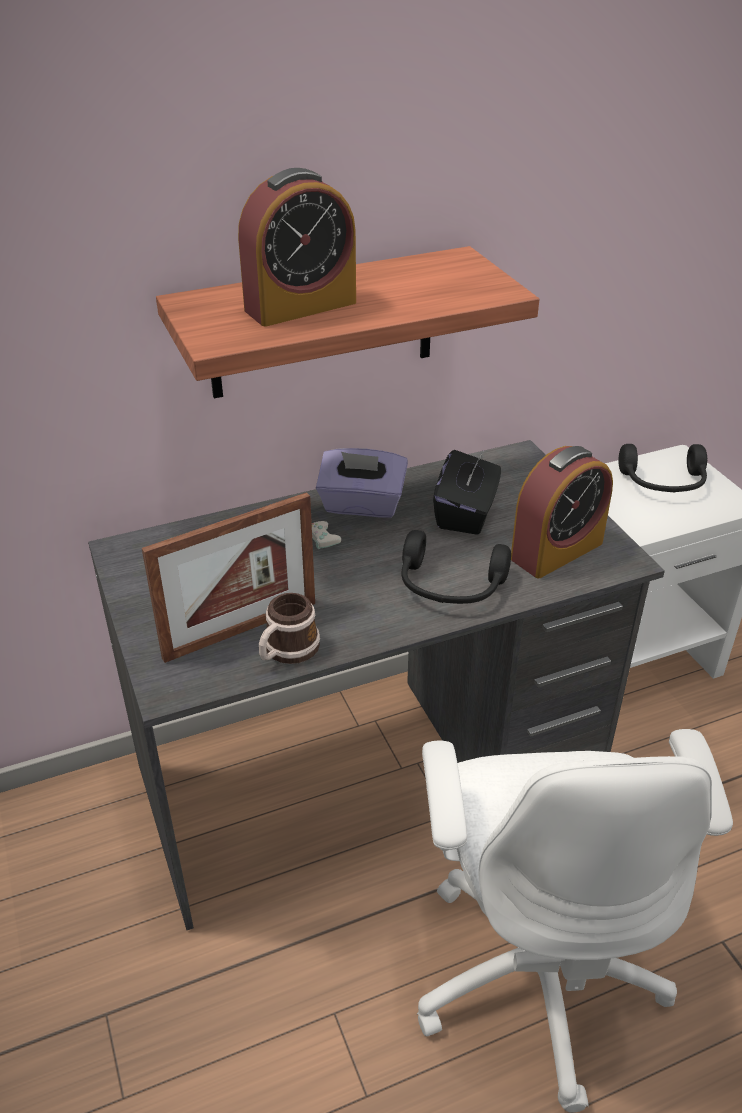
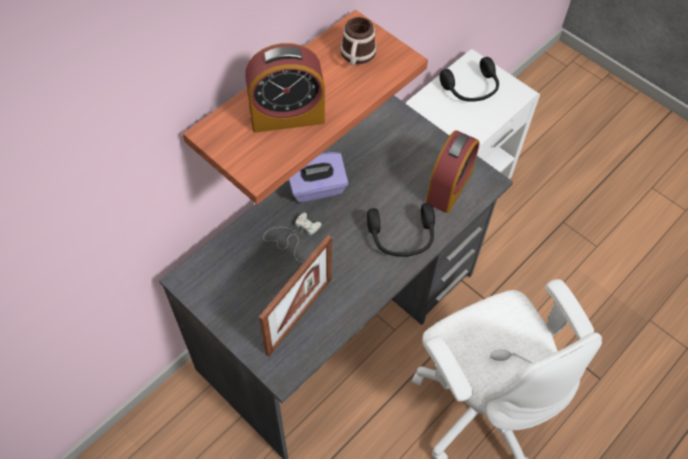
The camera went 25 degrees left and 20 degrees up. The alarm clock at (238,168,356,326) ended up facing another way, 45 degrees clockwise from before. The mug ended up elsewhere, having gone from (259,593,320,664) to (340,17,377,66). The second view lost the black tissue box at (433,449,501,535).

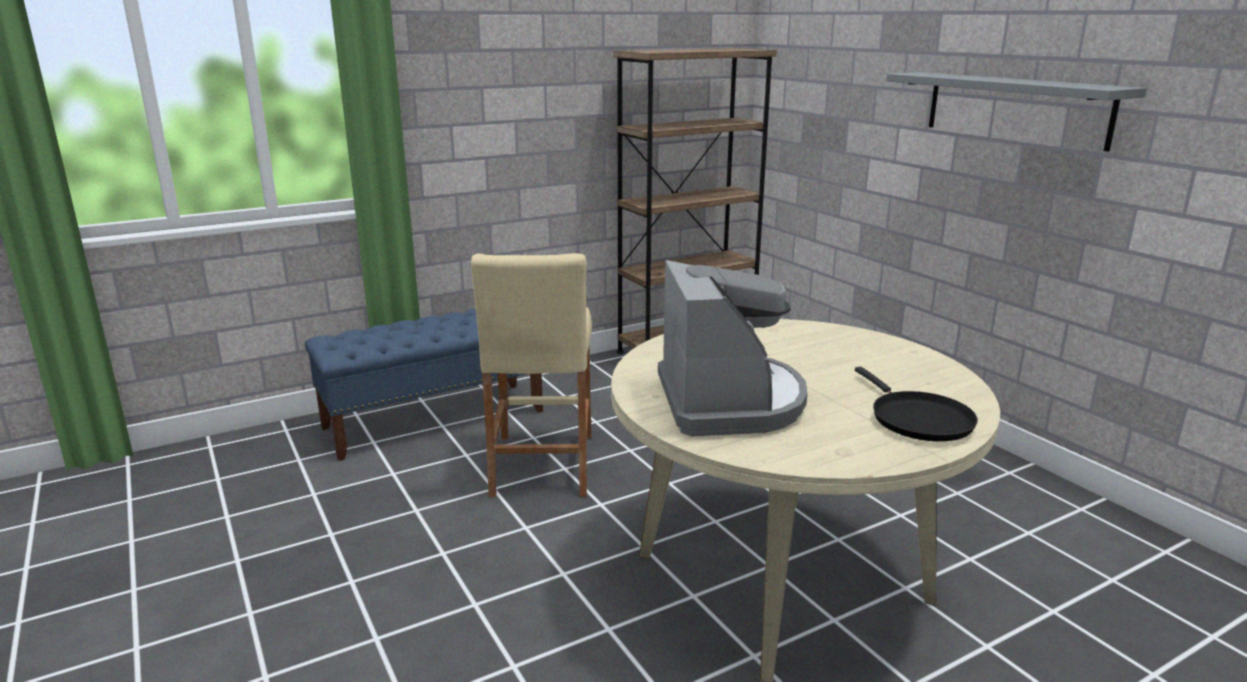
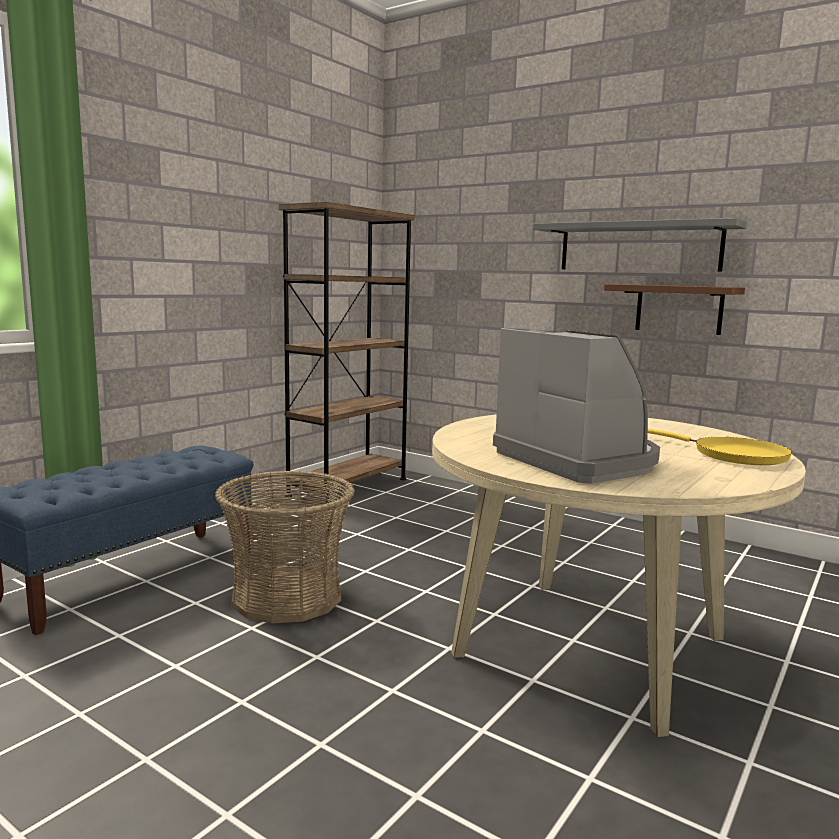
The camera went 25 degrees left and 10 degrees down. Where the beige stool stood at (471,253,592,498), the basket came to stand at (215,470,355,624). The second view gained the brown shelf at (604,284,745,335). What was the black frying pan at (855,367,978,441) turned into the yellow frying pan at (648,428,793,465).

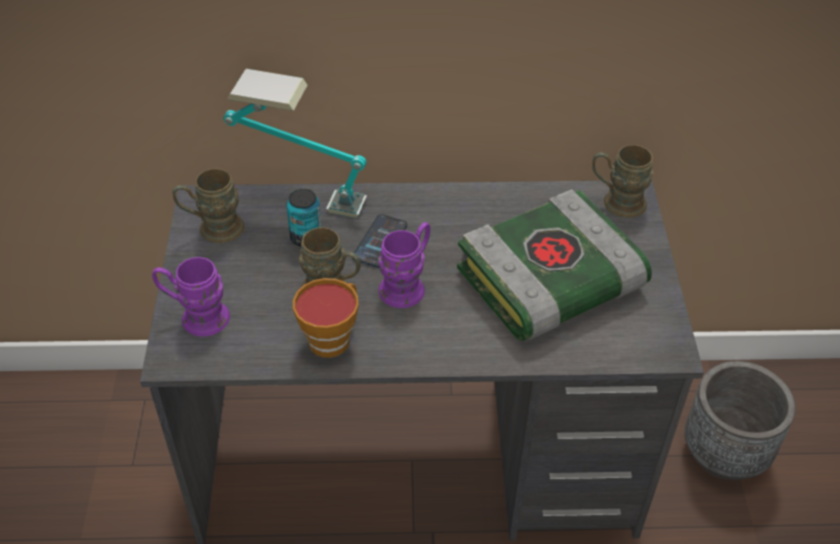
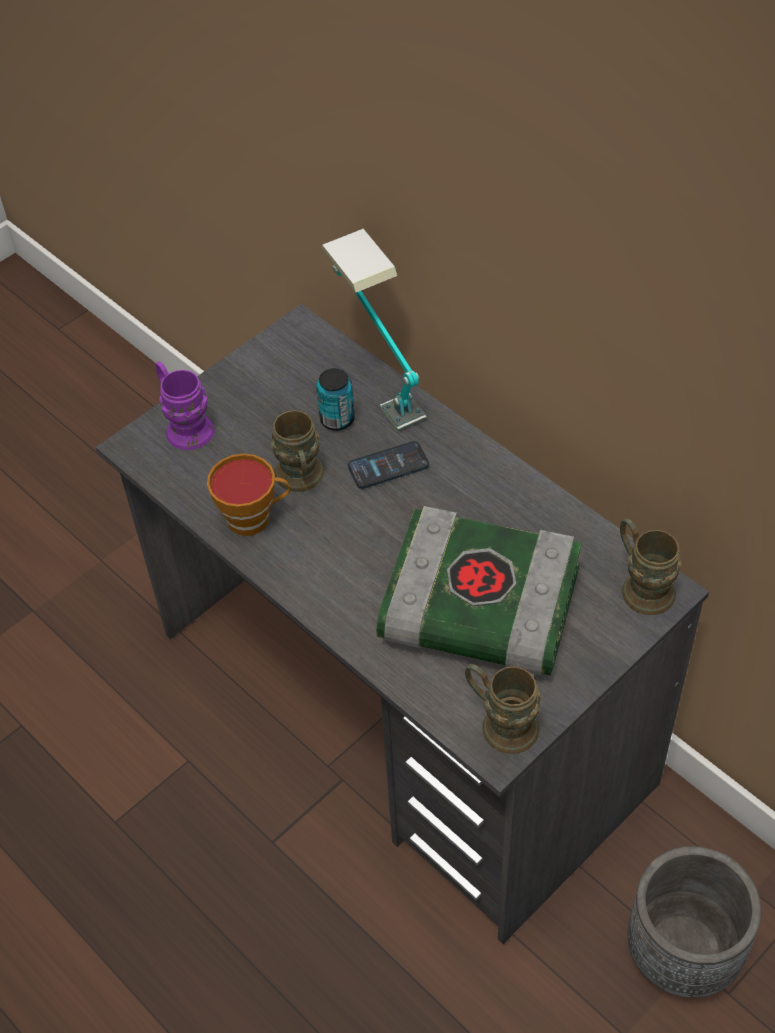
The camera went 50 degrees right and 5 degrees up. The brown mug ended up elsewhere, having gone from (172,168,244,243) to (465,664,541,754). The second view lost the purple mug at (378,222,430,308).

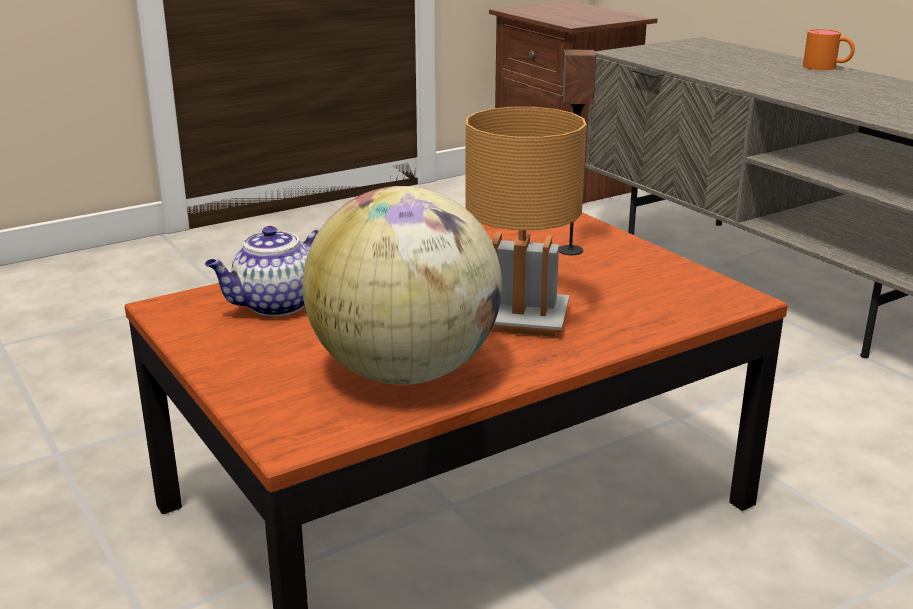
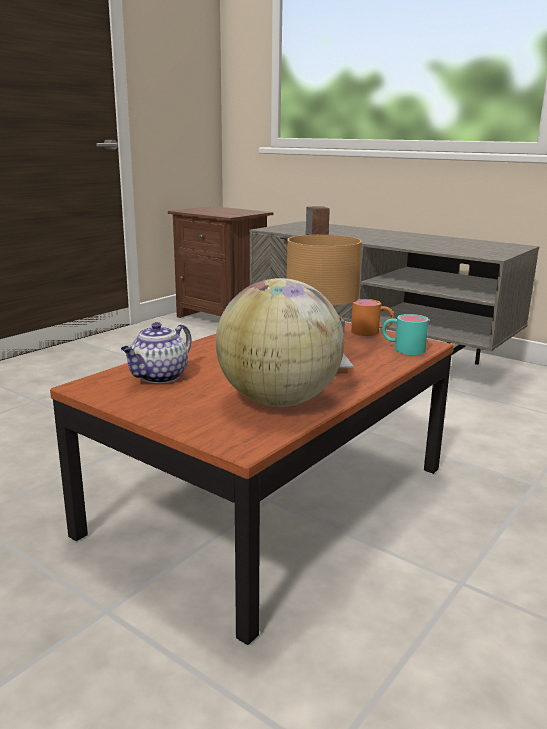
The camera went 20 degrees left and 5 degrees down. The orange mug ended up elsewhere, having gone from (803,29,855,70) to (351,299,394,336). The second view gained the turquoise mug at (382,314,429,355).

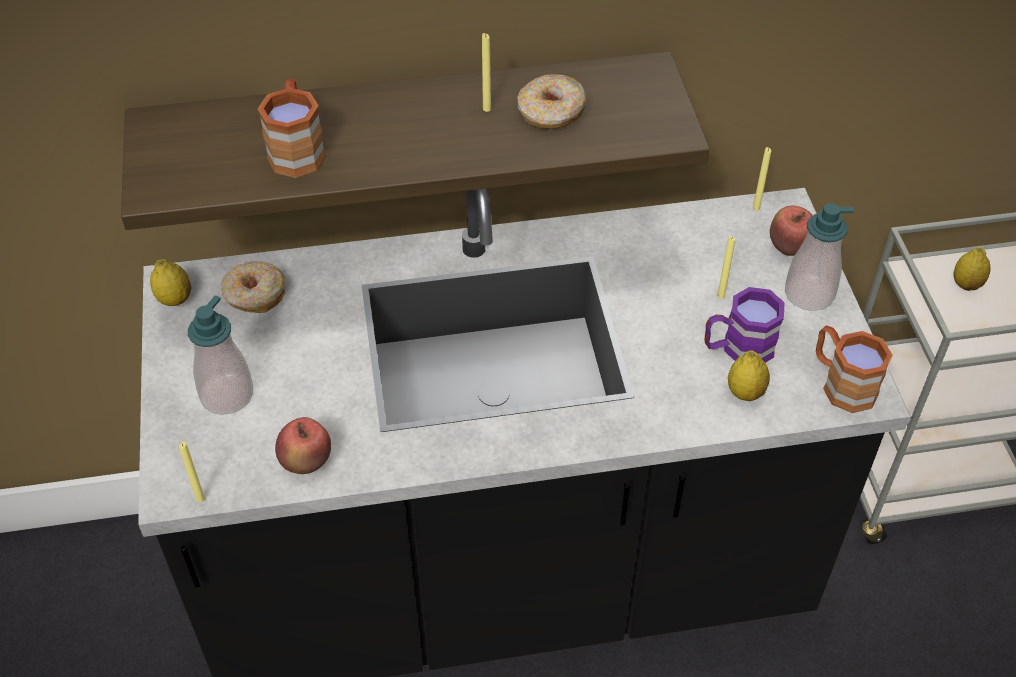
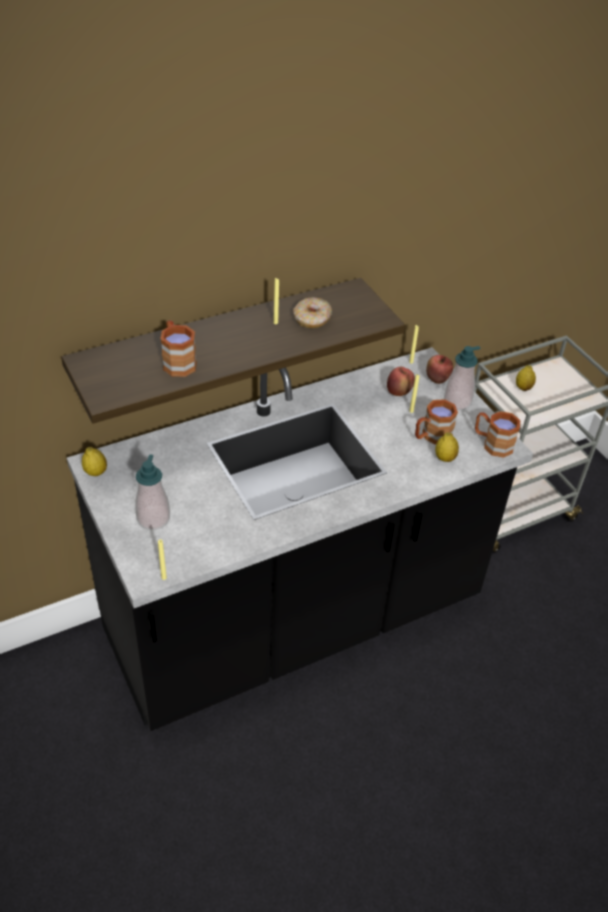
The camera went 20 degrees left and 5 degrees down. The apple ended up elsewhere, having gone from (275,417,331,474) to (387,367,415,396). What was the purple mug at (704,287,785,363) turned into the brown mug at (415,399,458,445). The second view lost the donut at (221,261,286,313).

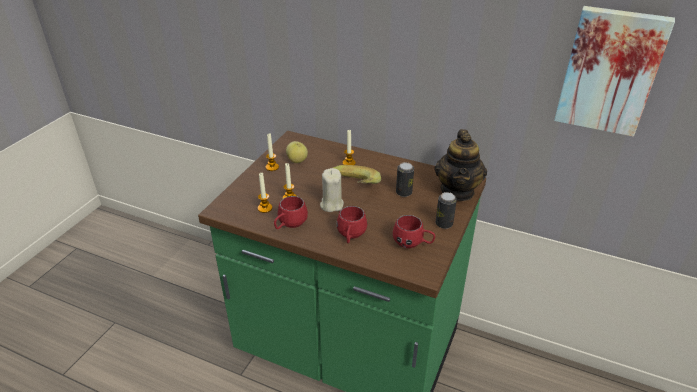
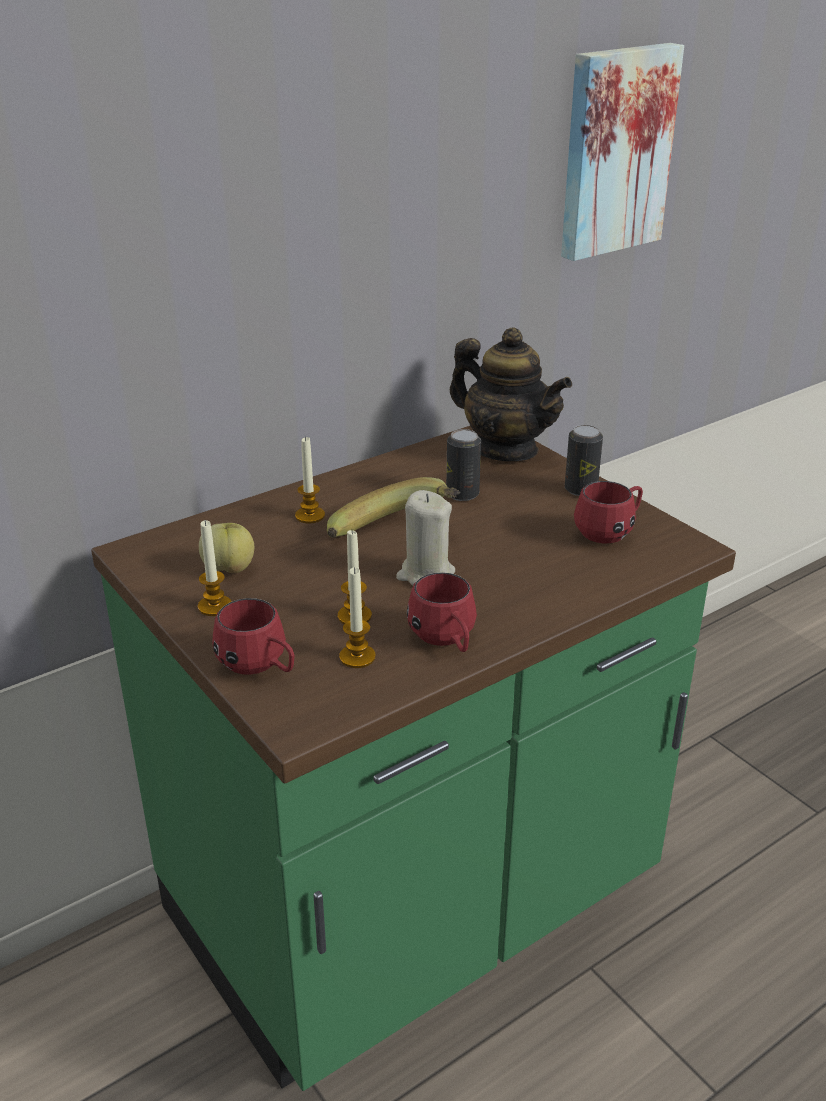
The camera went 60 degrees left and 5 degrees down. The red mug ended up elsewhere, having gone from (336,206,367,243) to (212,598,294,675).

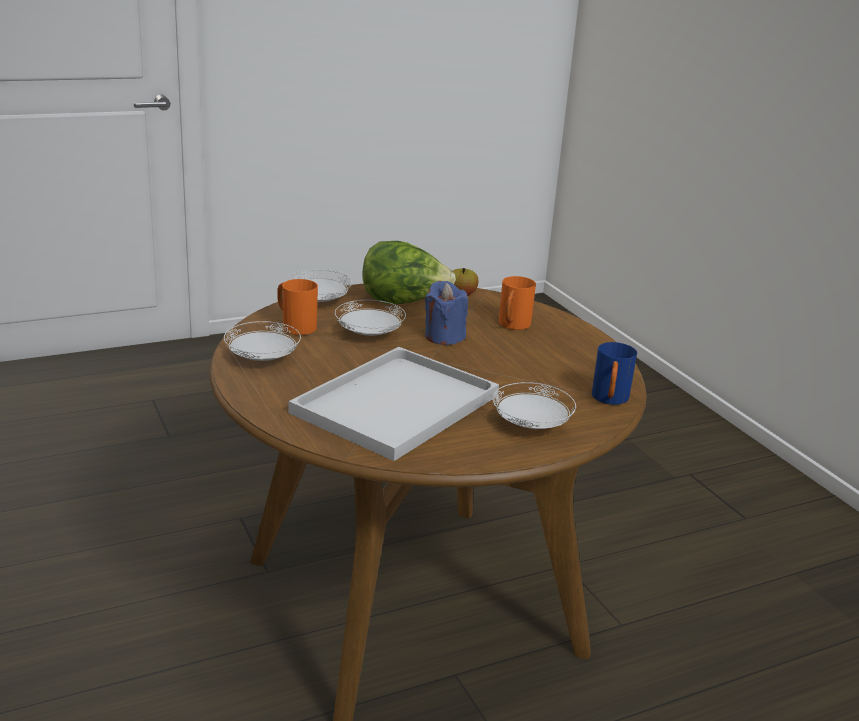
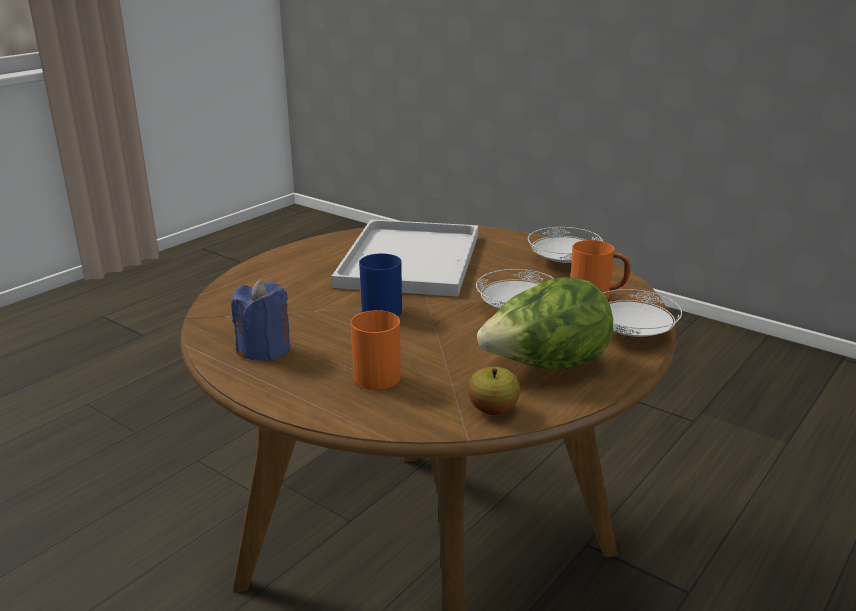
The camera went 155 degrees right and 0 degrees up. The blue candle ended up elsewhere, having gone from (425,281,468,345) to (231,279,291,361). The blue mug ended up elsewhere, having gone from (592,342,637,405) to (359,253,402,316). The second view lost the white plate at (492,382,576,429).

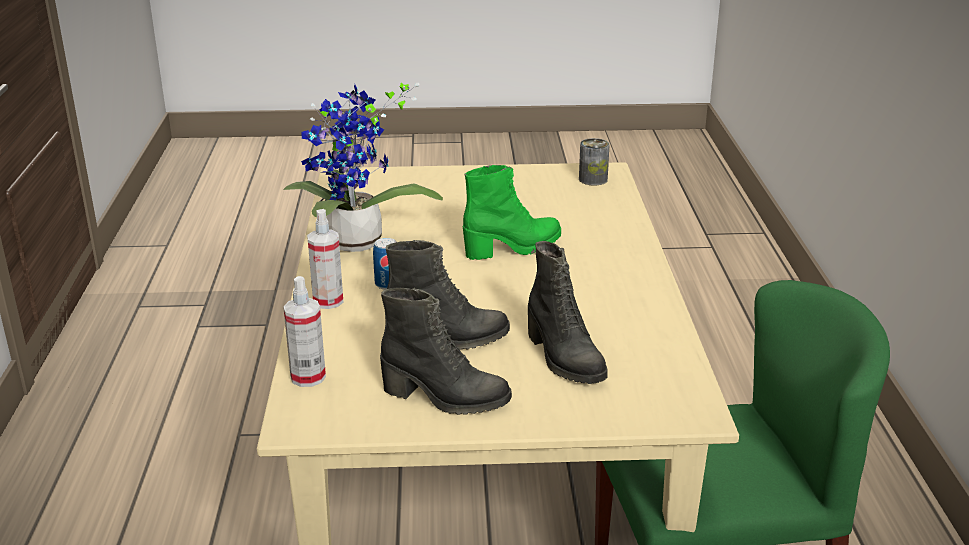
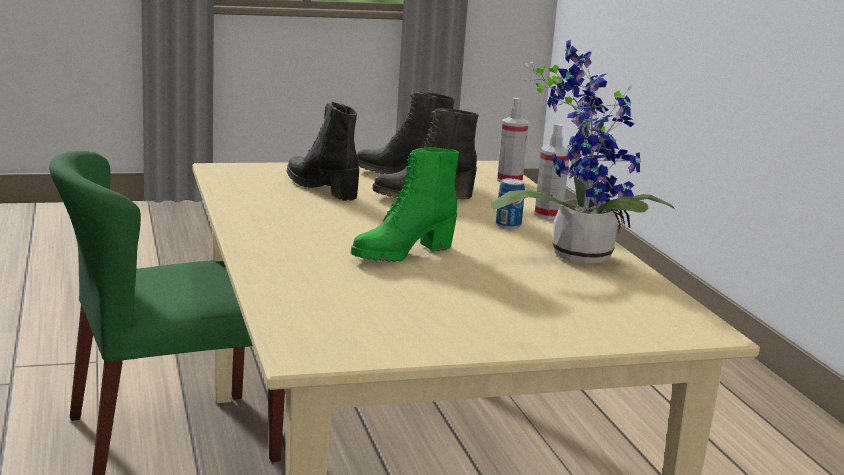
The camera went 165 degrees right and 10 degrees down. The second view lost the can at (579,138,610,186).

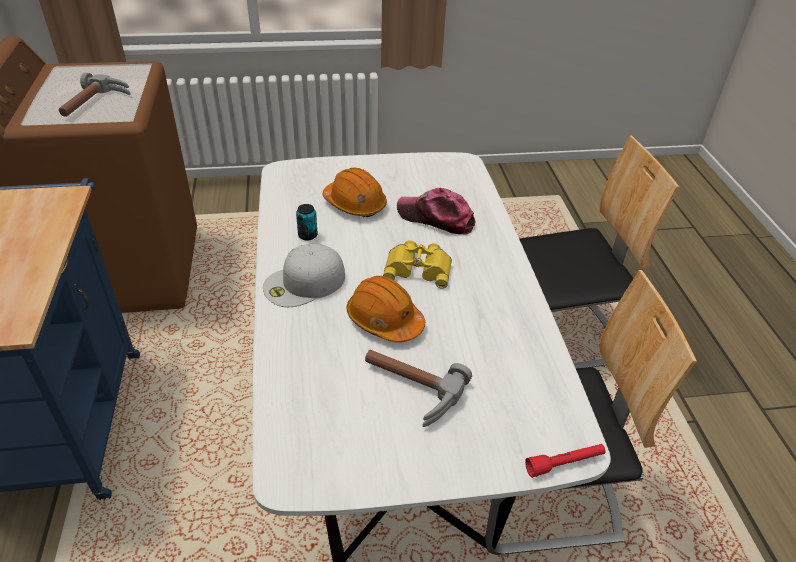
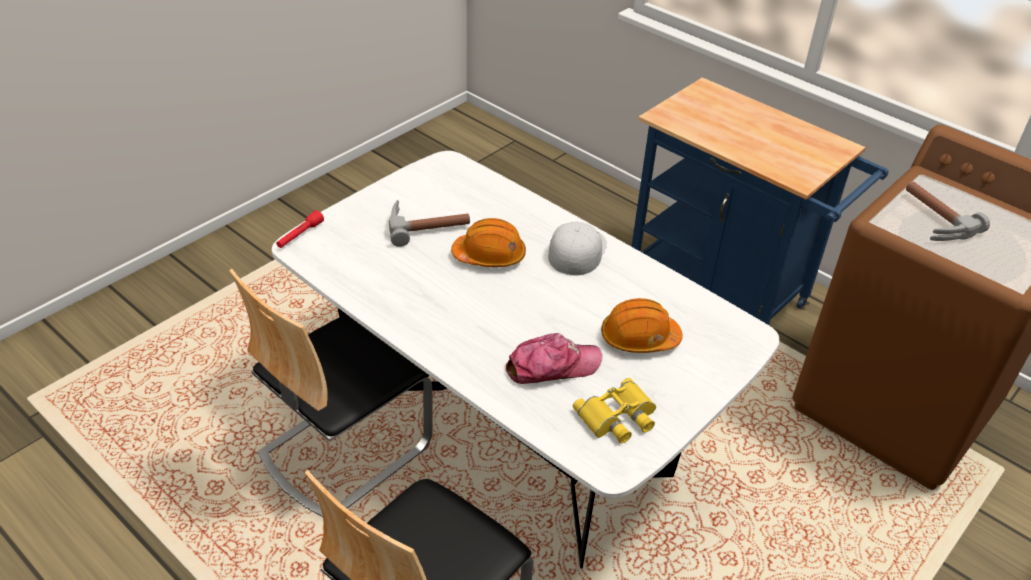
The camera went 140 degrees right and 0 degrees up. The yellow binoculars ended up elsewhere, having gone from (383,240,452,288) to (573,378,656,443). The second view lost the can at (296,204,318,241).

